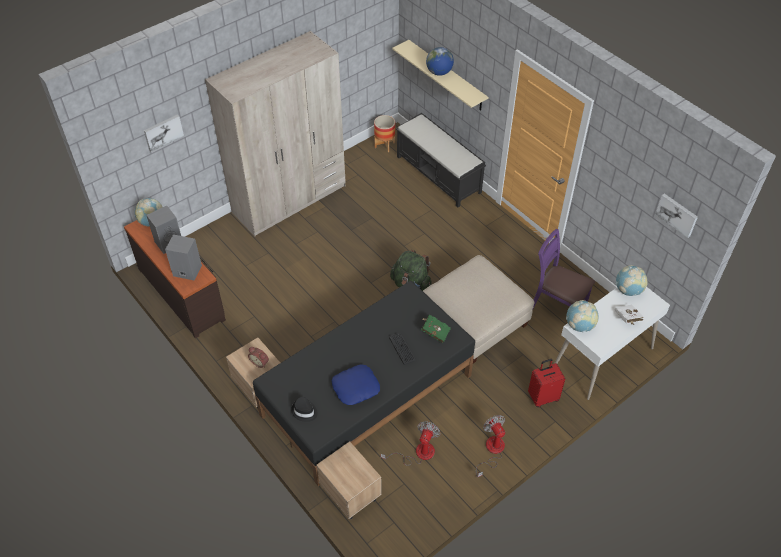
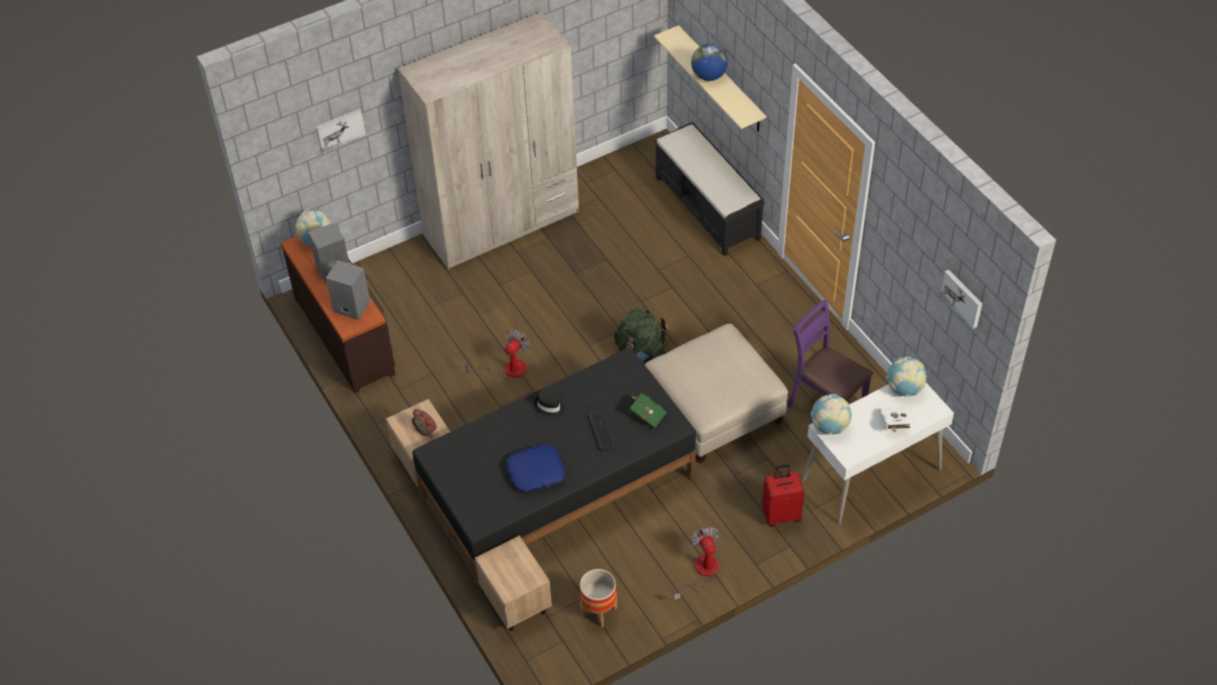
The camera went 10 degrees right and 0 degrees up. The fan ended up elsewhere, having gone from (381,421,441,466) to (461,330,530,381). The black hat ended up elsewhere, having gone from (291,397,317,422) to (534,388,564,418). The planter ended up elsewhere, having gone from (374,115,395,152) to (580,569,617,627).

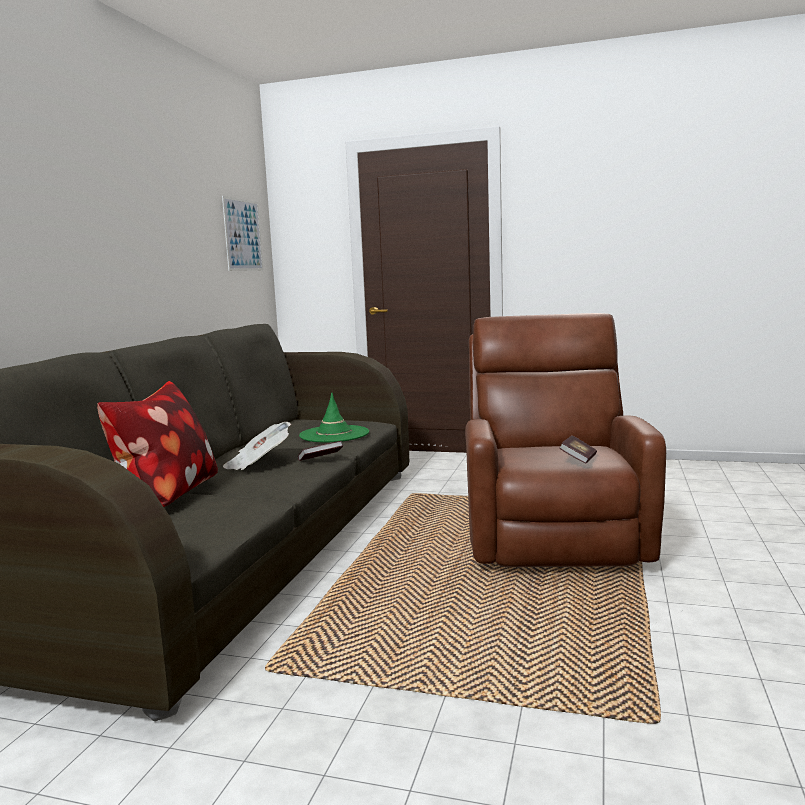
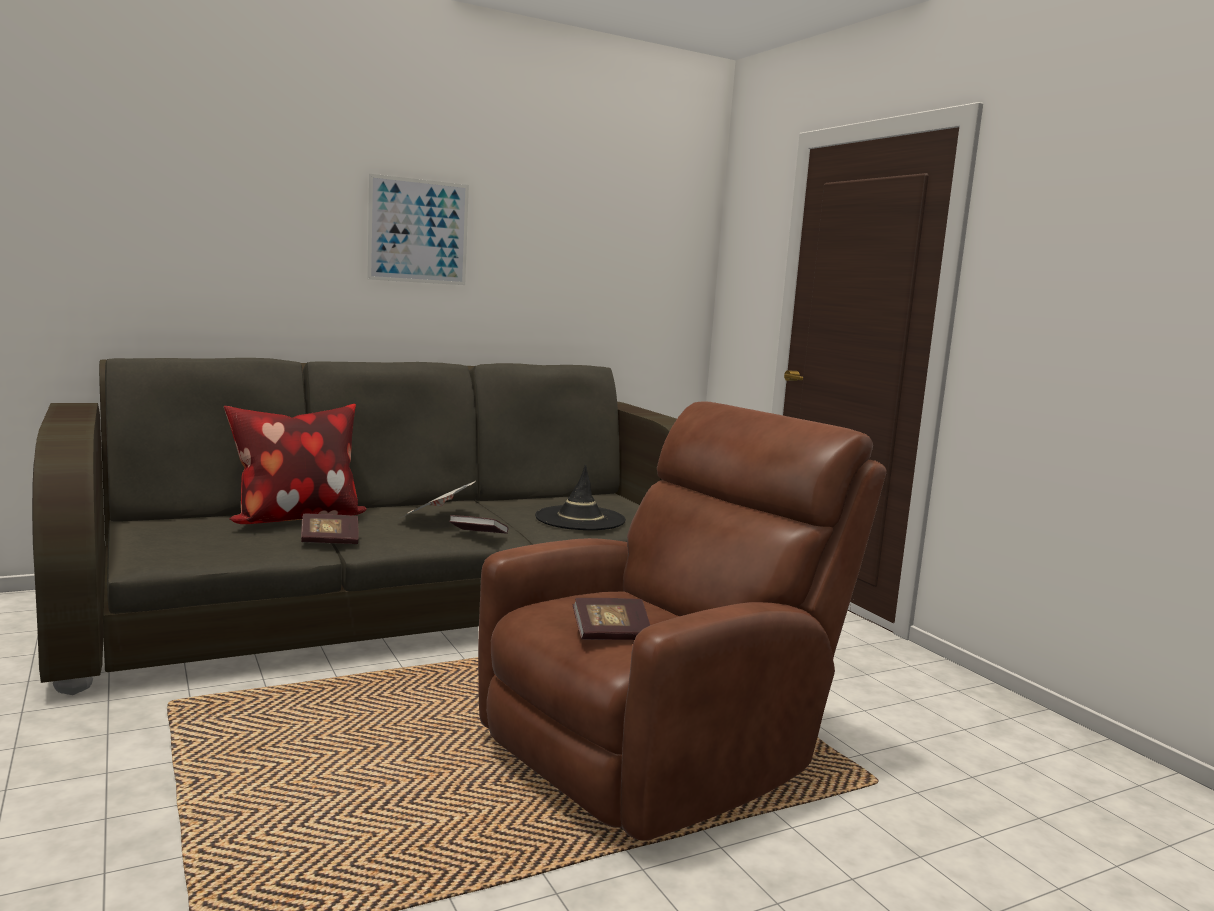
The camera went 45 degrees right and 0 degrees up. The second view gained the book at (301,514,359,544). The picture ended up elsewhere, having gone from (222,196,263,271) to (367,174,469,285). What was the green hat at (299,393,369,442) turned into the black hat at (535,465,626,530).

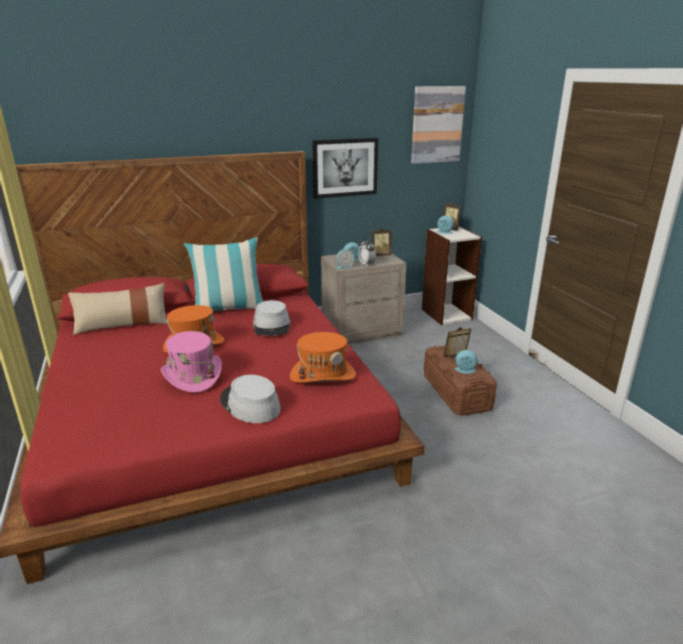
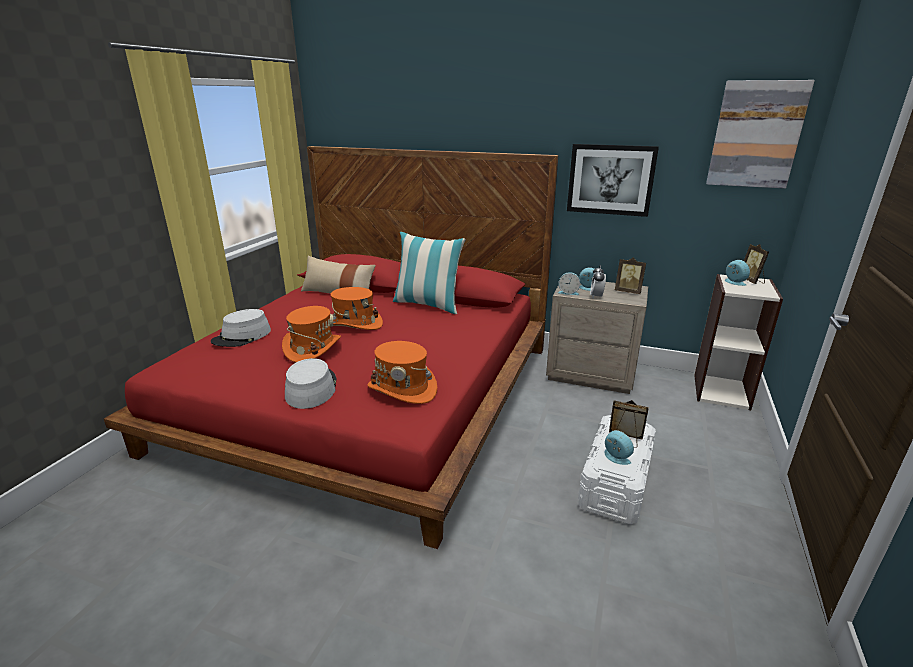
The camera went 40 degrees right and 0 degrees up. The grey hat ended up elsewhere, having gone from (253,300,290,336) to (211,309,271,347). What was the pink hat at (161,331,222,393) turned into the orange hat at (282,306,341,362). What was the brown storage box at (424,345,497,416) turned into the white storage box at (578,415,656,524).

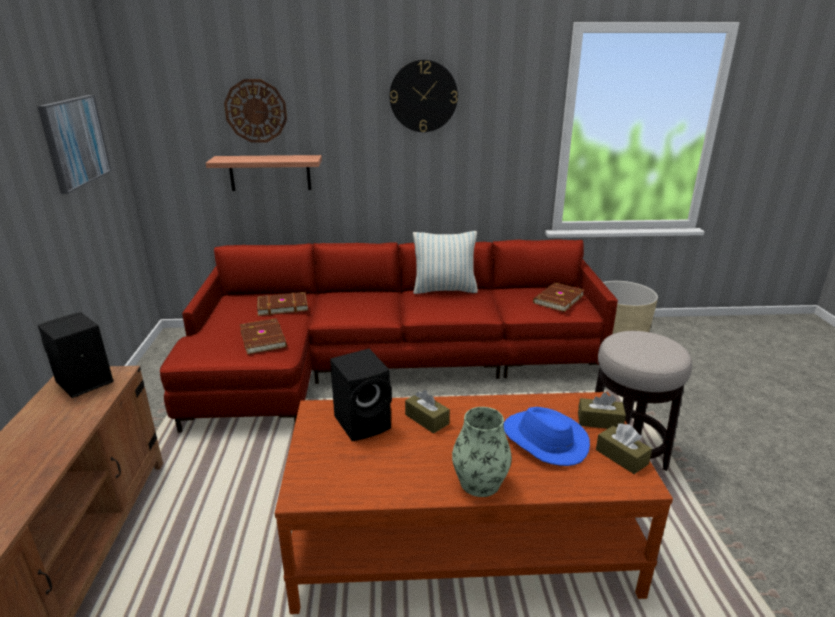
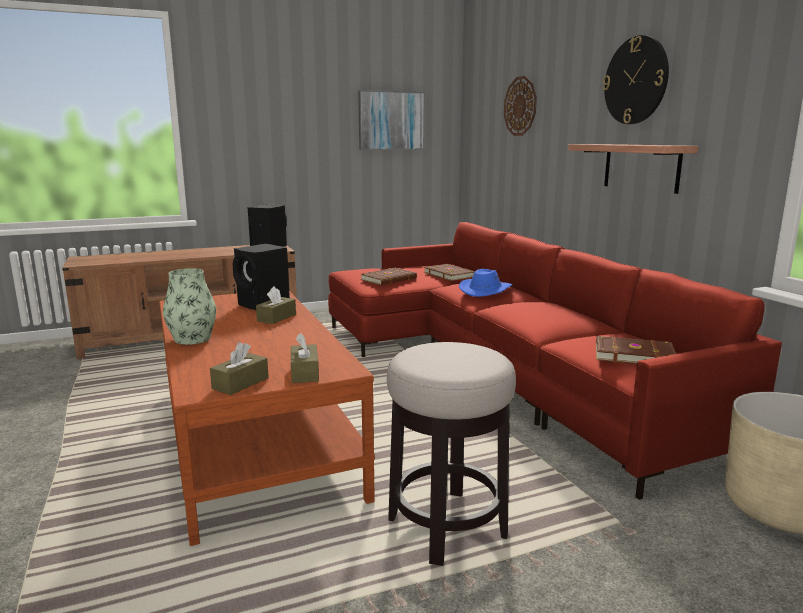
The camera went 70 degrees right and 10 degrees down. The blue hat ended up elsewhere, having gone from (504,407,590,466) to (459,269,512,297). The shelf ended up elsewhere, having gone from (206,155,322,191) to (568,144,698,194). The second view lost the pillow at (413,231,478,294).

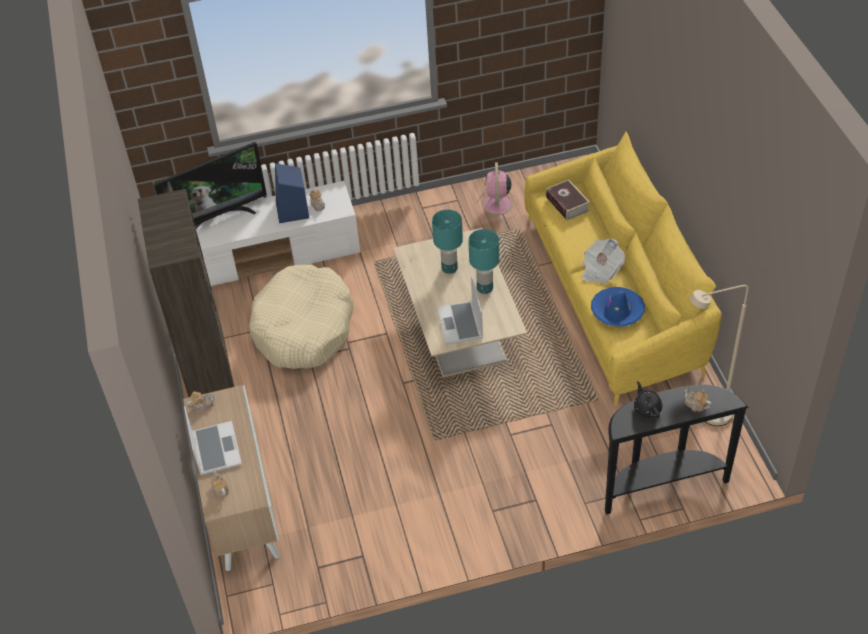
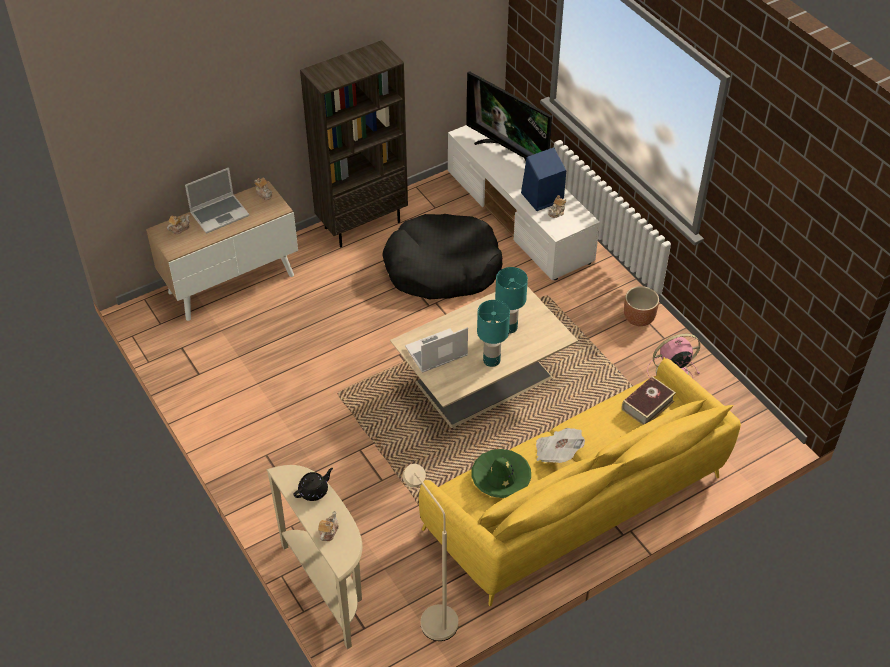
The camera went 70 degrees right and 0 degrees up. What was the black console table at (605,384,749,514) turned into the beige console table at (266,465,362,649). What was the beige dog bed at (249,265,353,369) turned into the black dog bed at (382,214,502,299). What was the blue hat at (591,287,645,327) turned into the green hat at (471,449,531,498). The second view gained the brown planter at (624,286,659,326).

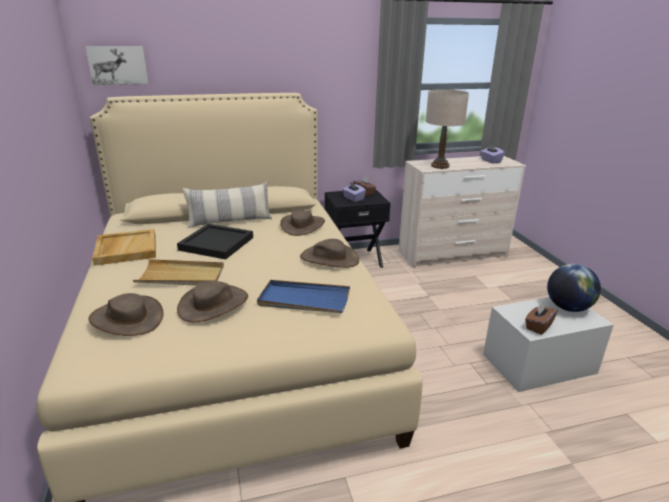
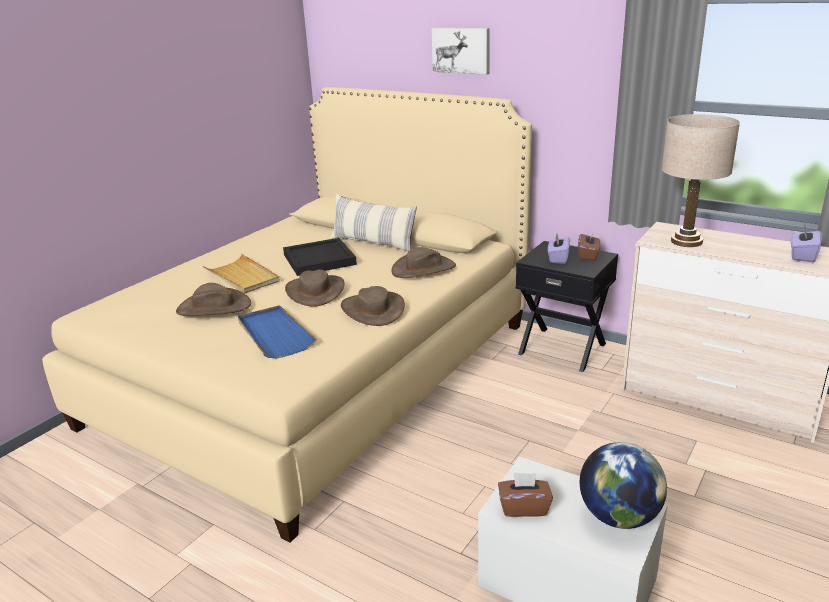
The camera went 50 degrees right and 0 degrees up. The brown hat ended up elsewhere, having gone from (88,293,164,336) to (285,269,345,307). The picture ended up elsewhere, having gone from (85,46,149,85) to (432,28,490,75). The second view lost the beige tray at (92,229,156,266).

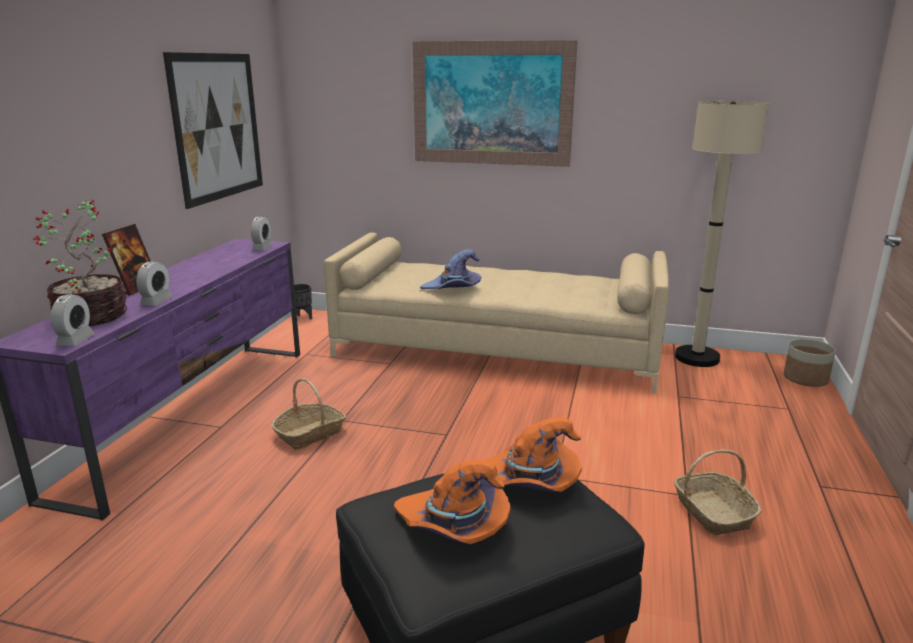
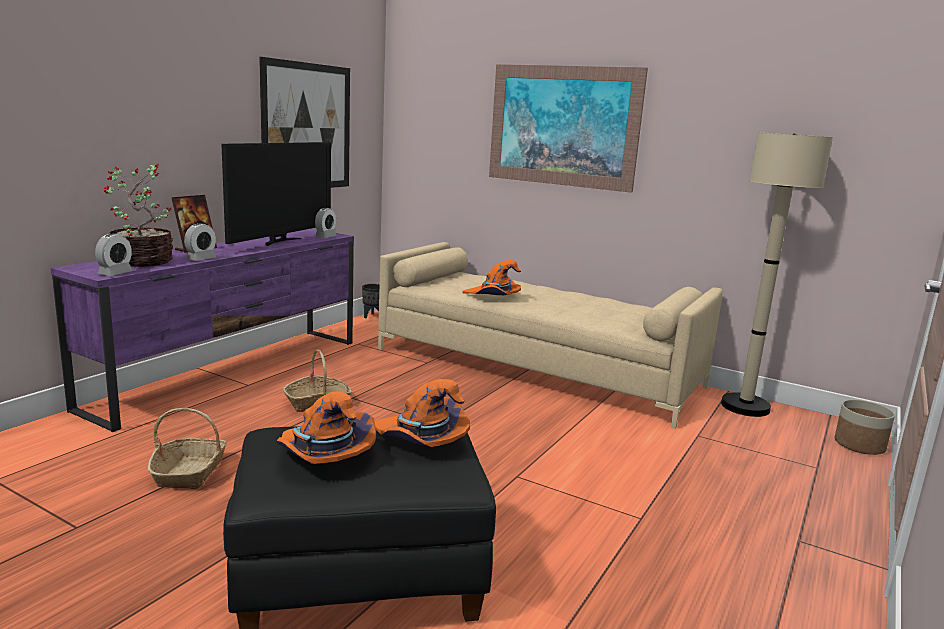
The camera went 15 degrees right and 5 degrees down. The basket ended up elsewhere, having gone from (674,450,762,535) to (148,408,226,489). The second view gained the television at (221,142,331,246). What was the purple hat at (420,250,481,289) turned into the orange hat at (462,260,521,295).

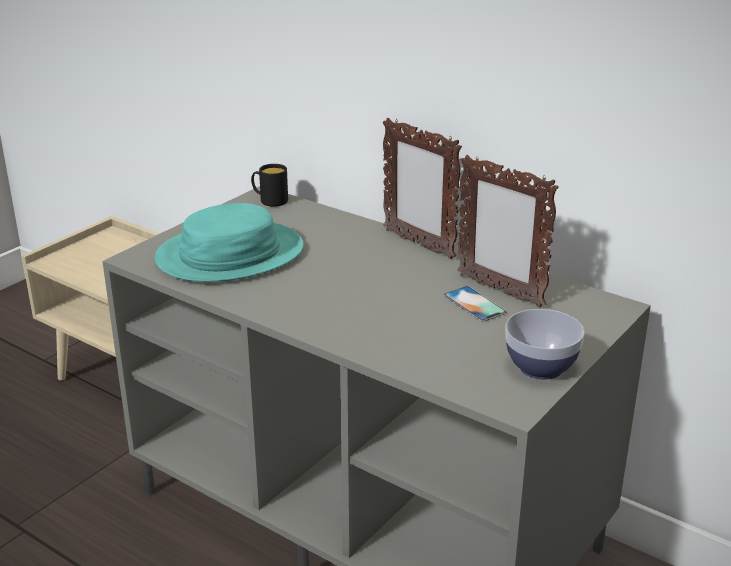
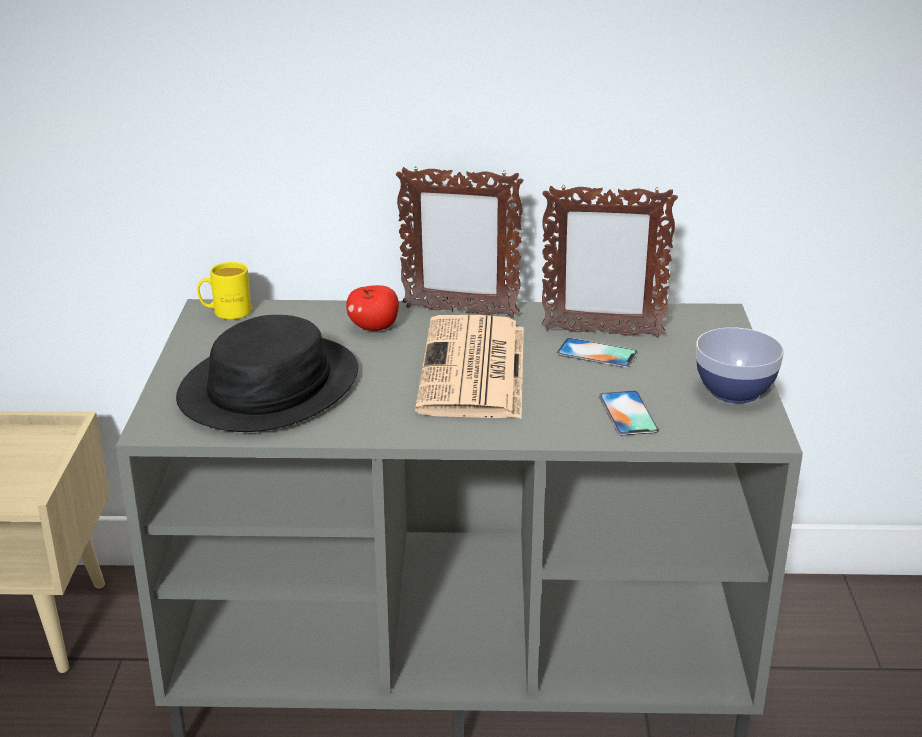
The camera went 35 degrees left and 0 degrees up. What was the turquoise hat at (155,203,303,282) turned into the black hat at (176,315,358,432). What was the black mug at (251,164,288,207) turned into the yellow mug at (197,262,251,320). The second view gained the apple at (346,285,399,331). The second view gained the newspaper at (415,315,524,419). The second view gained the phone at (599,391,659,436).

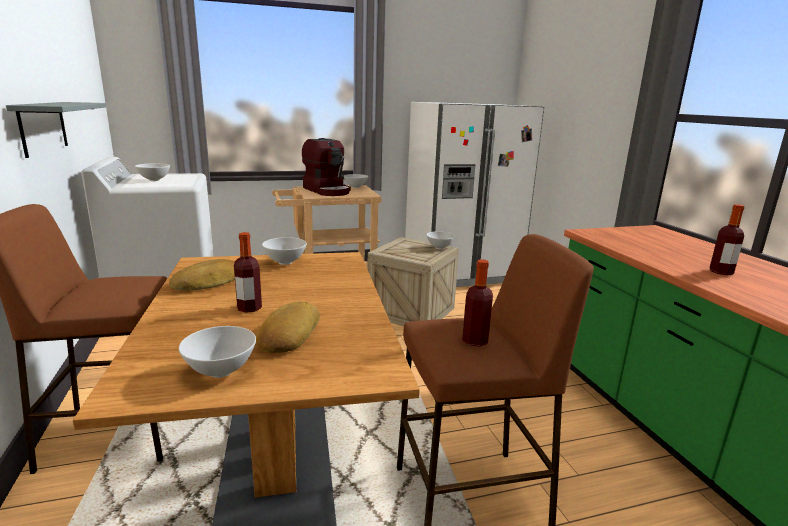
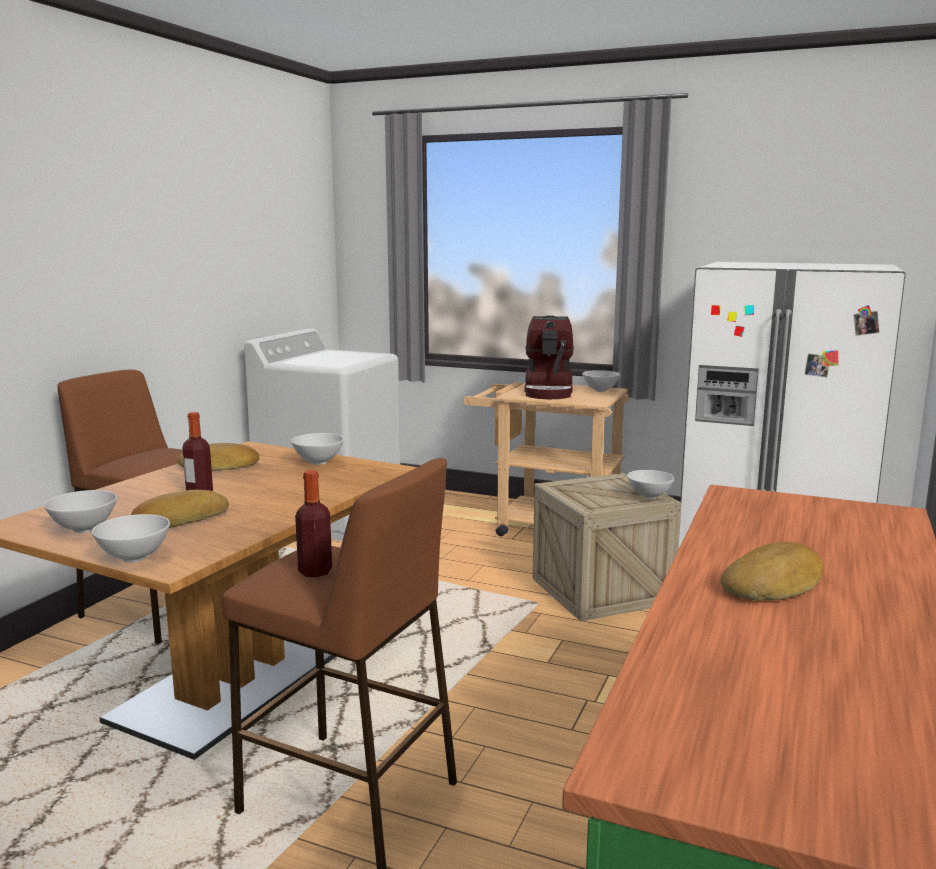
The camera went 40 degrees right and 5 degrees down. The white bowl ended up elsewhere, having gone from (135,163,170,181) to (92,514,170,562). Where the bottle stood at (710,204,745,275), the bread came to stand at (720,542,823,601). The second view lost the grey shelf at (6,102,106,158).

